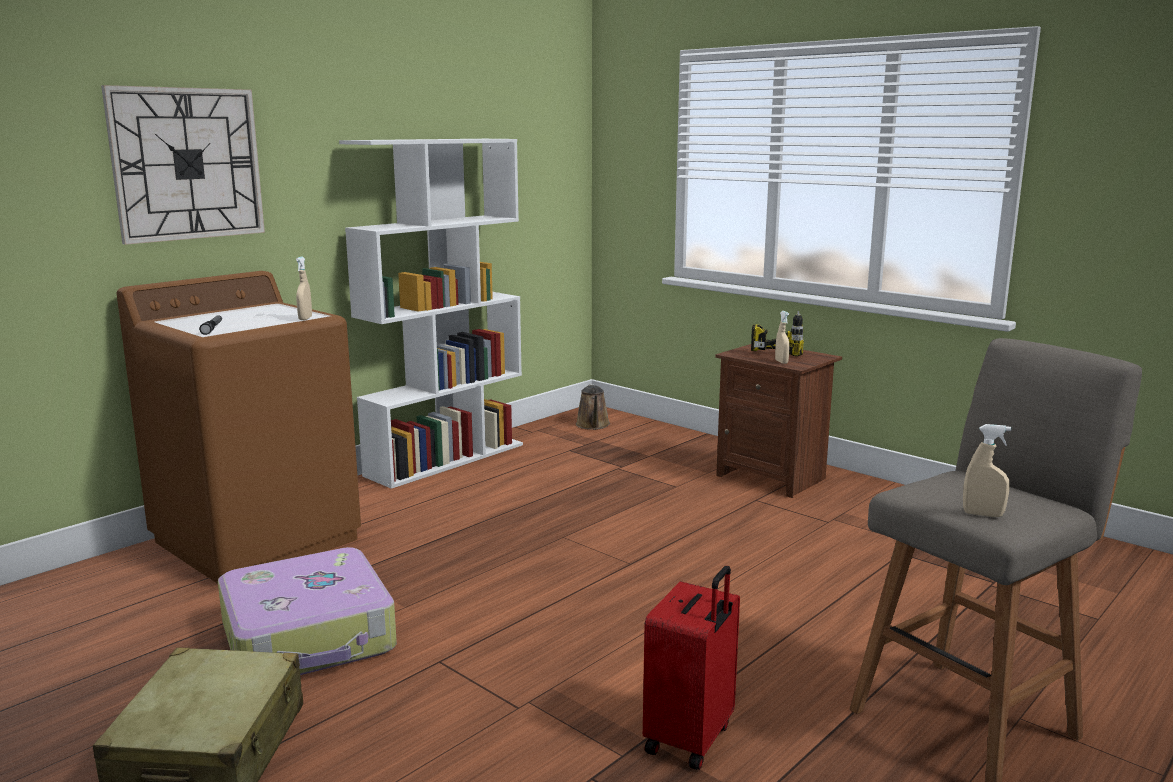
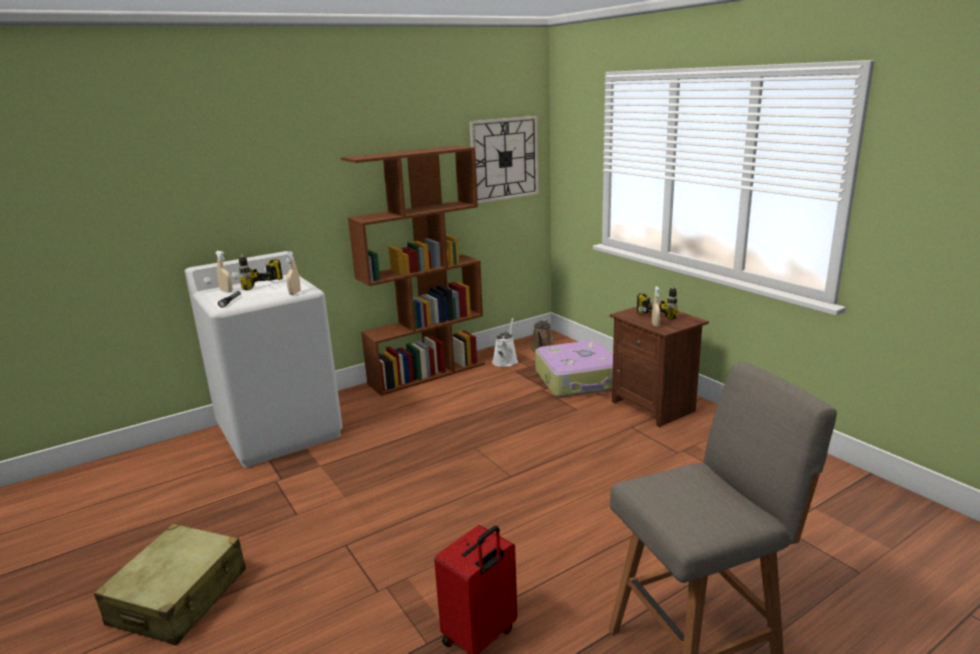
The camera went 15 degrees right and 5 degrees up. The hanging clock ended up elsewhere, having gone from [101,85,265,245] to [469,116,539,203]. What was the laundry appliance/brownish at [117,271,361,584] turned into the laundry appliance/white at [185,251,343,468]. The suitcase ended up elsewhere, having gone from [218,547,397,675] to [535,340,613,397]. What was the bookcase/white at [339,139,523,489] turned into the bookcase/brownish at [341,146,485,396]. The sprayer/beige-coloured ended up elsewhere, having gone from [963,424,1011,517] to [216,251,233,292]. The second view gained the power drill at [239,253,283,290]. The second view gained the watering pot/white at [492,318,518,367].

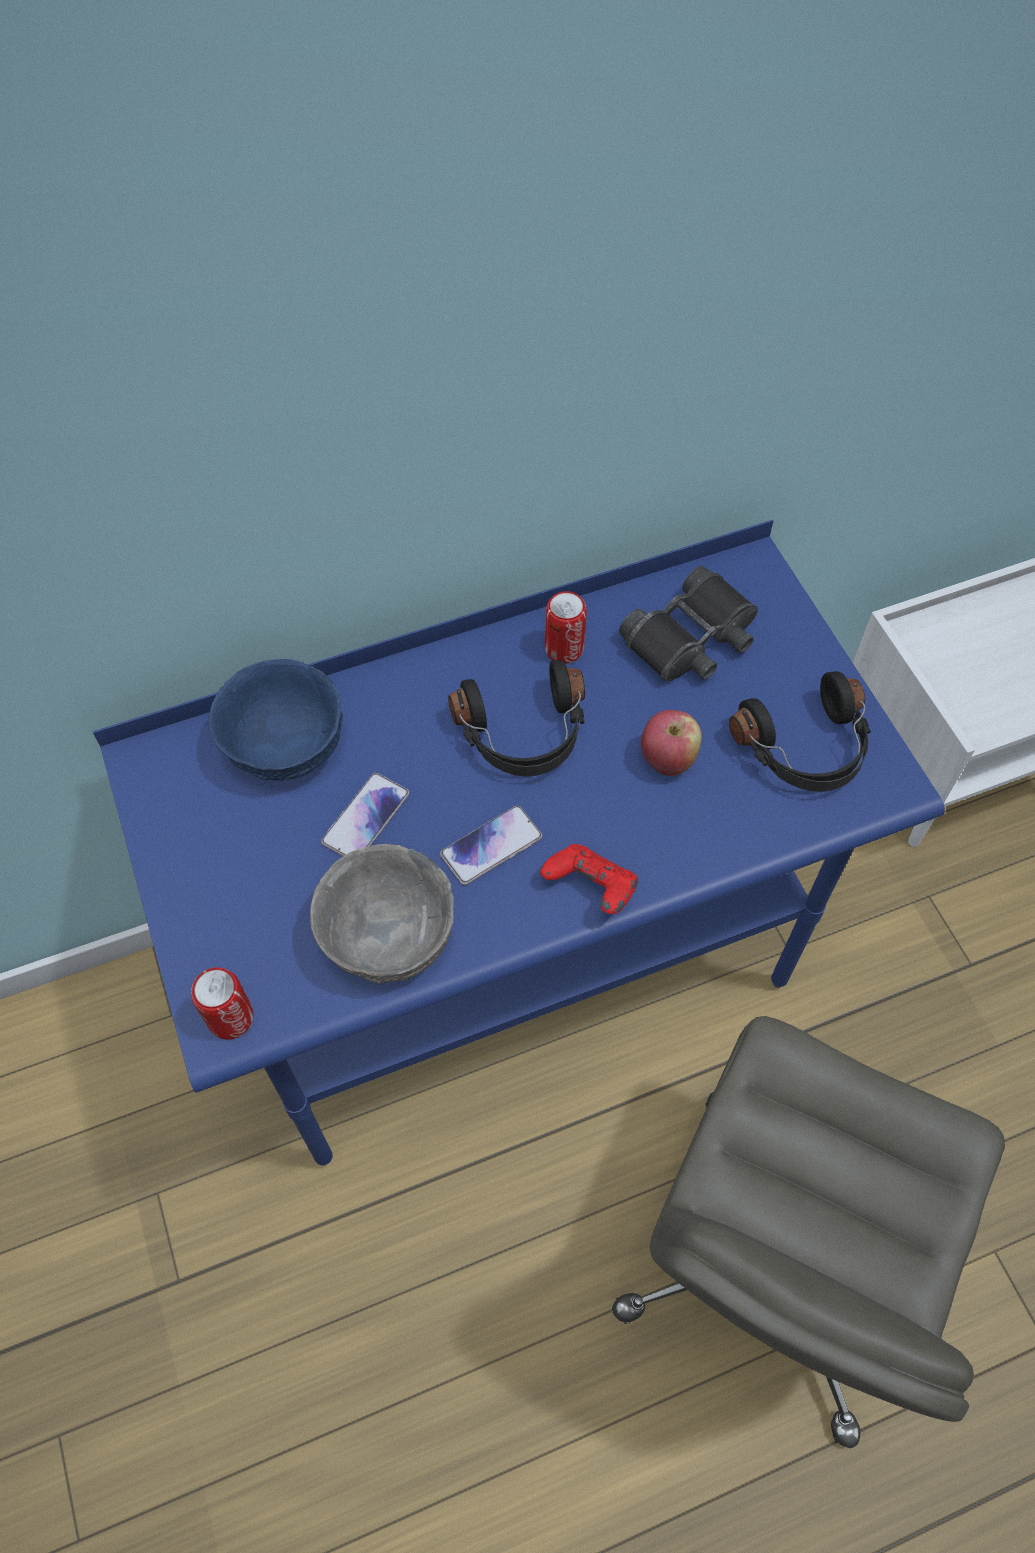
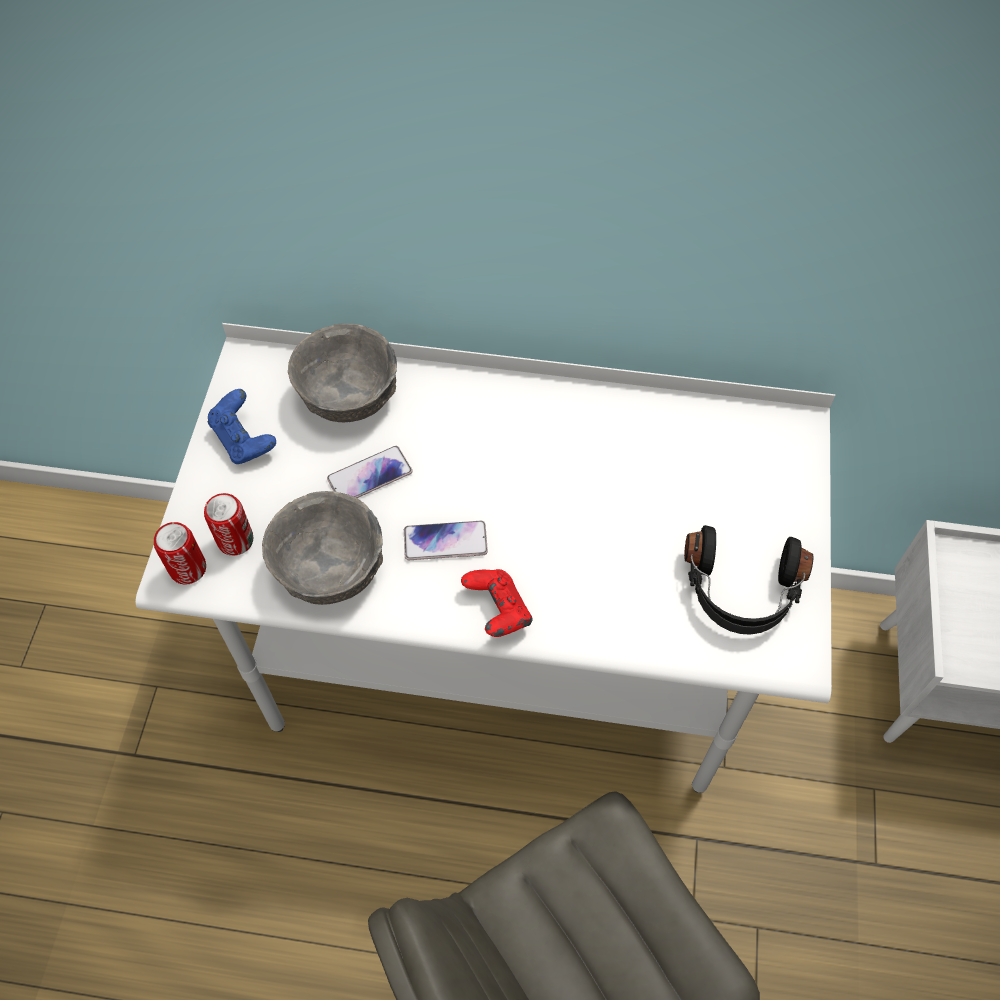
The camera went 30 degrees right and 0 degrees up. What was the desk/bluish at [93,520,945,1166] turned into the desk/white at [135,323,835,793]. What was the serving bowl/bluish at [209,659,343,781] turned into the serving bowl/gray at [288,323,397,422]. The second view lost the headphones/blackish at [448,660,585,777]. The metal can ended up elsewhere, having gone from [545,591,587,664] to [204,493,253,556]. The second view lost the field glasses/blackish at [619,566,758,681]. The second view lost the whole apple at [641,710,702,776]. The second view gained the joypad/bluish at [208,389,276,464].

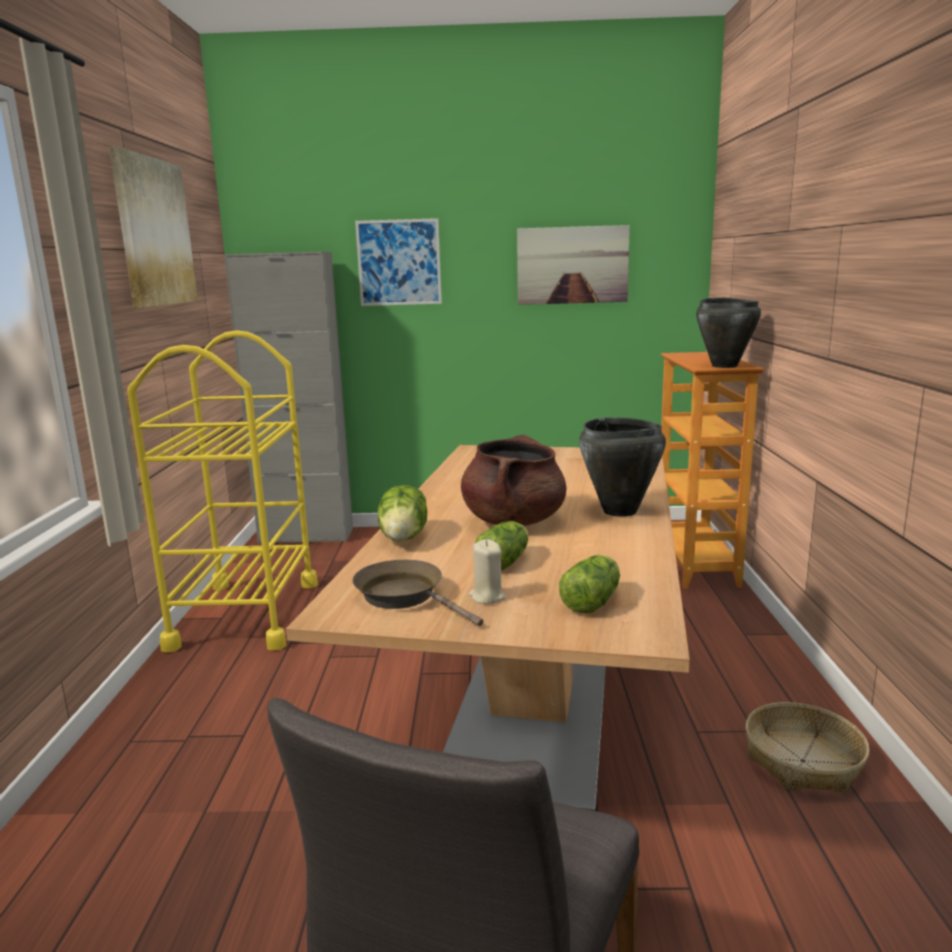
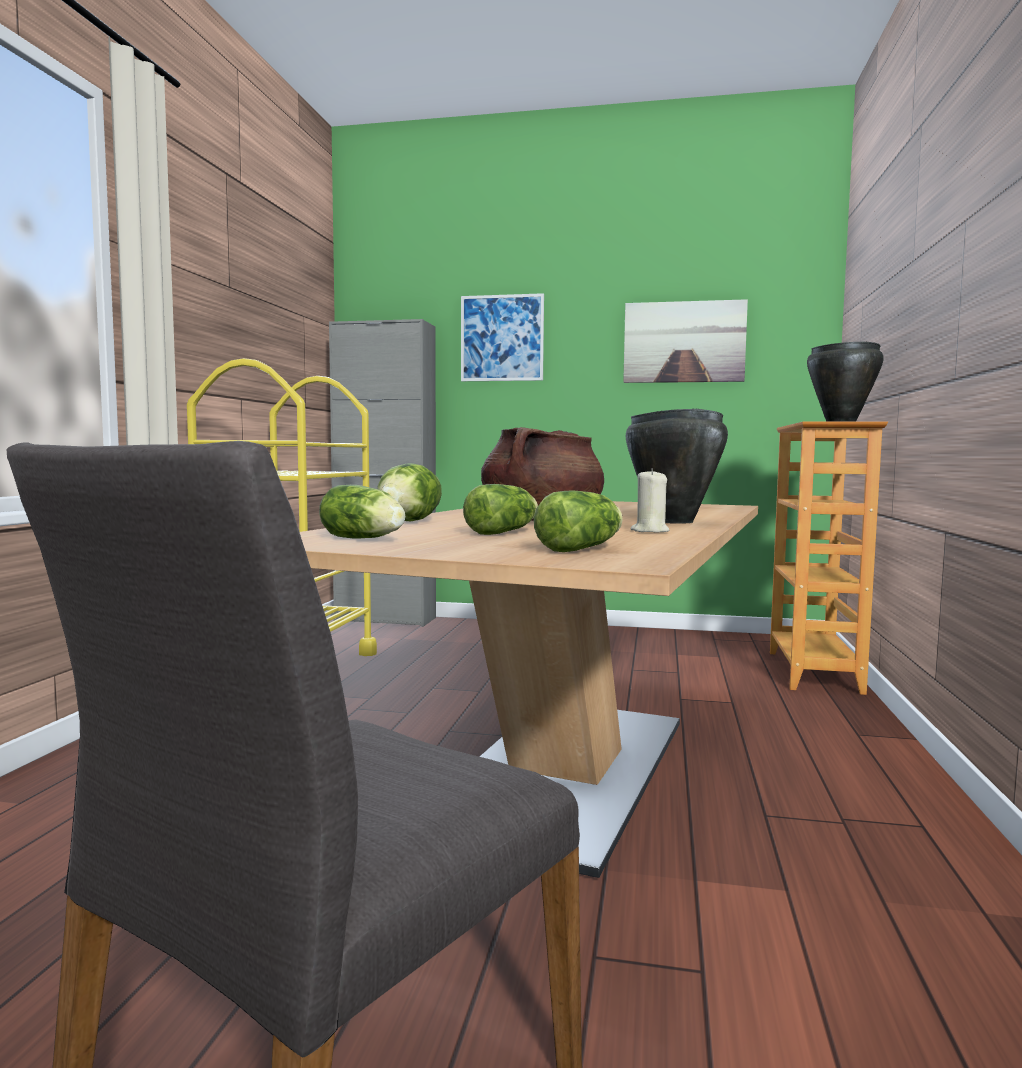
The camera went 10 degrees right and 10 degrees down. The second view lost the picture at [109,147,198,308]. Where the frying pan/brownish stood at [352,560,483,626], the lettuce head came to stand at [319,485,405,538]. The wax candle/beige-coloured ended up elsewhere, having gone from [469,540,506,604] to [631,468,669,533]. The second view lost the storage basket at [745,702,870,793].

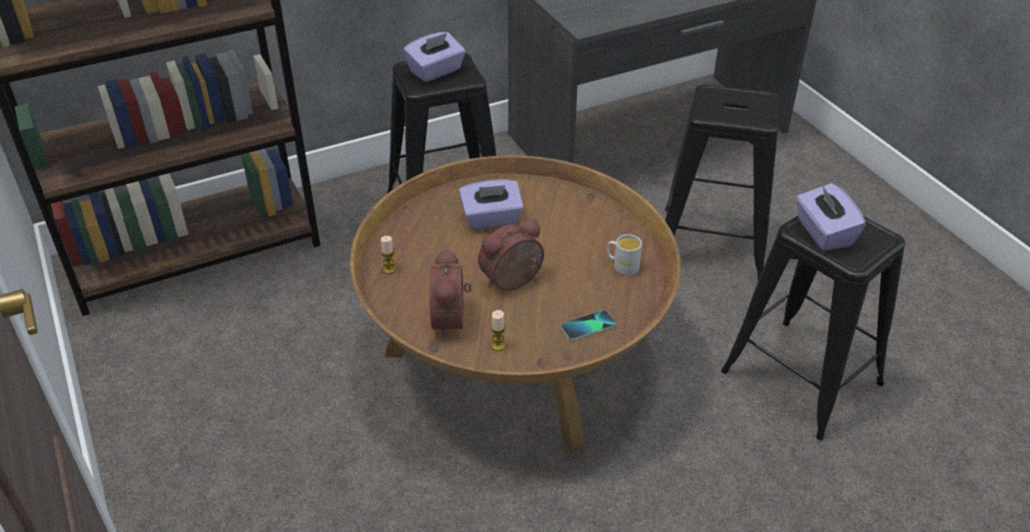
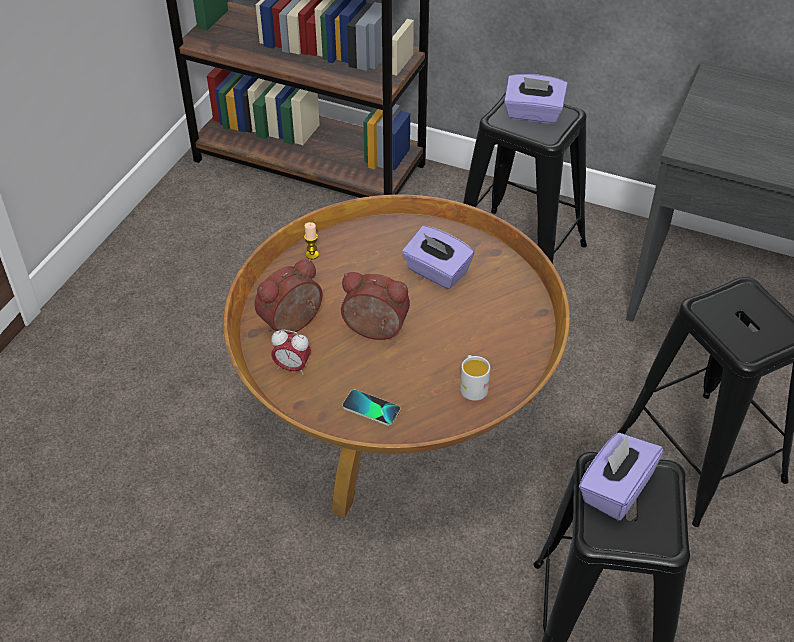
The camera went 50 degrees right and 5 degrees up. Where the wax candle stood at [491,310,506,351], the alarm clock came to stand at [271,329,311,375].

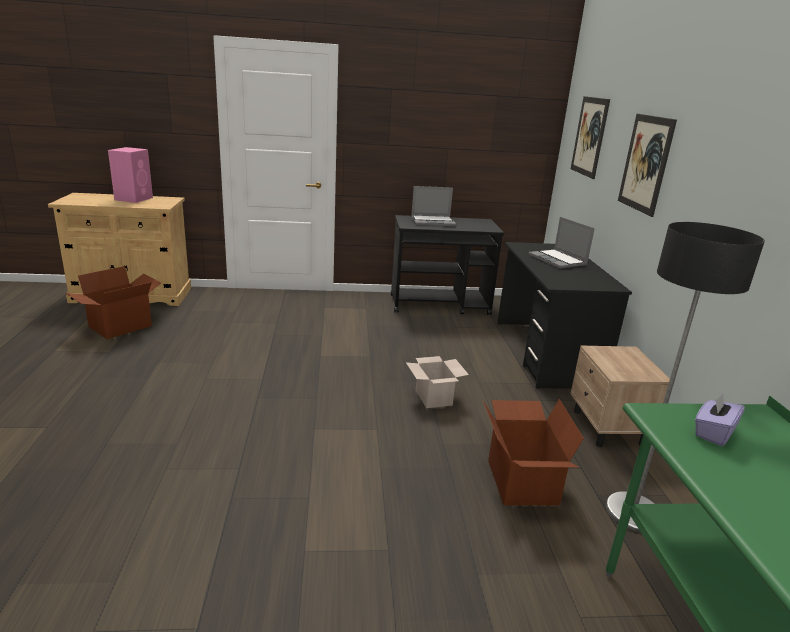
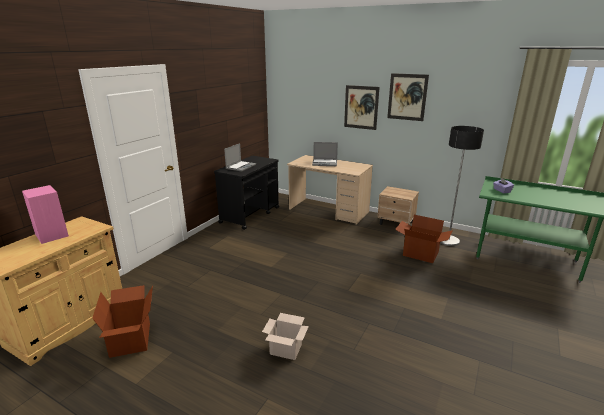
The camera went 55 degrees left and 0 degrees up. The packing box ended up elsewhere, having gone from [406,356,469,408] to [262,313,309,360]. What was the desk/blackish at [497,242,632,389] turned into the desk/beige-coloured at [287,155,373,225]. The picture ended up elsewhere, having gone from [571,96,610,179] to [387,73,429,121].

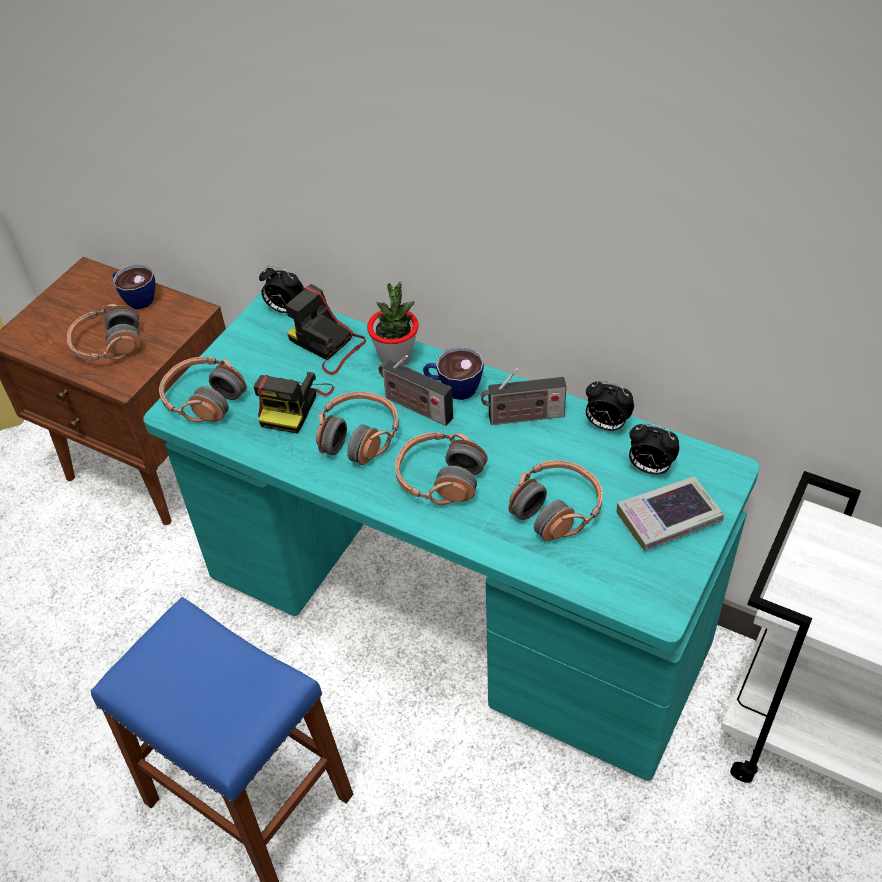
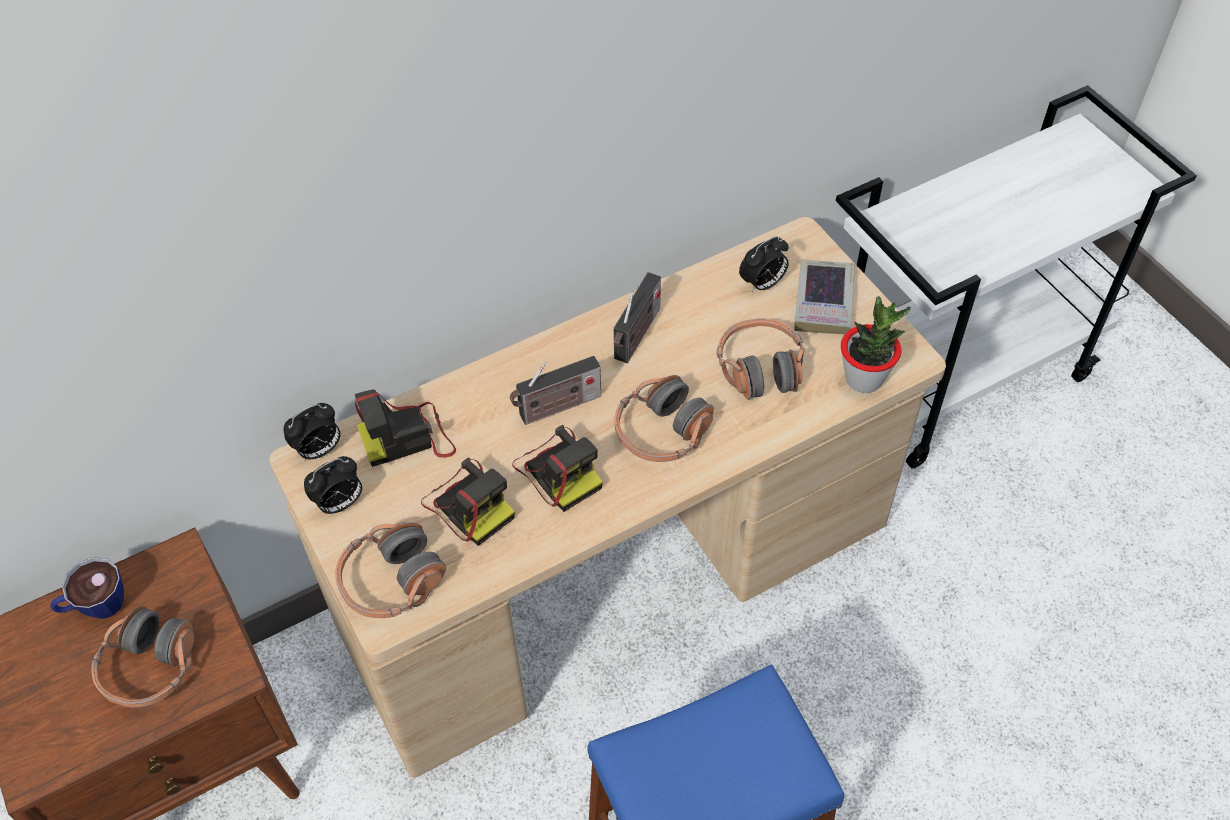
The camera went 60 degrees left and 5 degrees up. What was the desk/turquoise-coloured at [143,293,760,781] turned into the desk/beige-coloured at [269,217,946,778]. Where the headphones stood at [316,391,399,465], the still camera came to stand at [512,425,603,512]. The houseplant ended up elsewhere, having gone from [367,281,419,366] to [841,296,911,393]. The second view lost the cup at [423,347,484,400]. The alarm clock ended up elsewhere, having gone from [586,380,634,431] to [304,456,362,514].

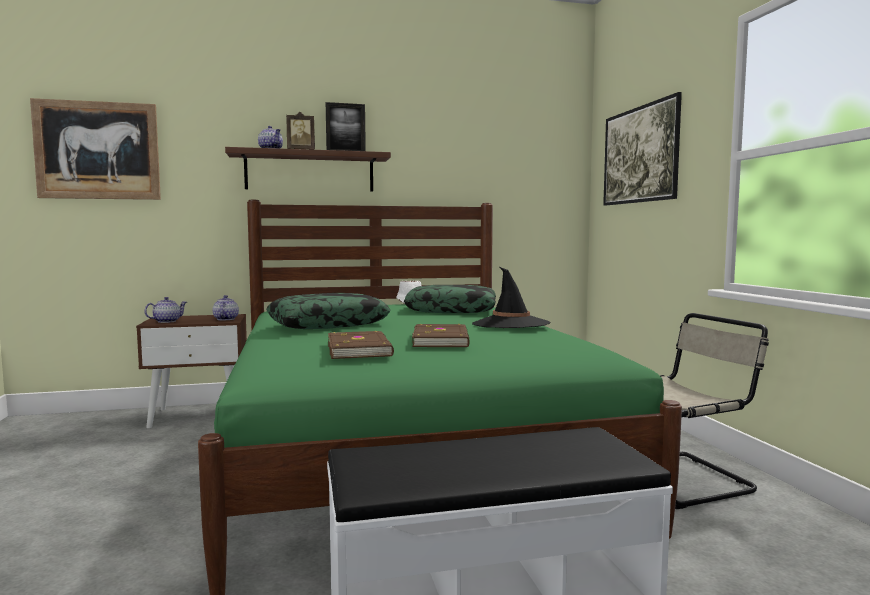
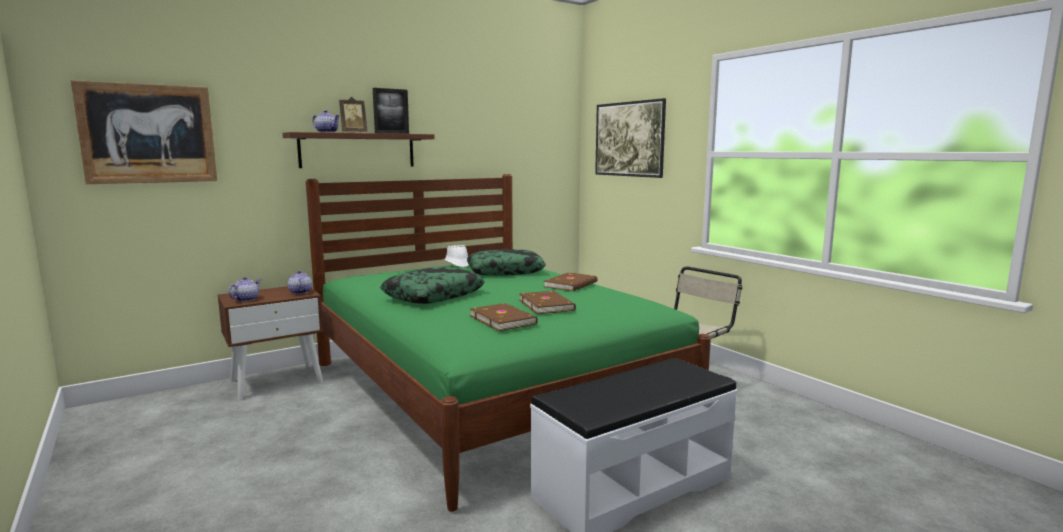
The camera went 20 degrees left and 5 degrees up. Where the hat/blackish stood at [472,267,550,328], the book/brownish came to stand at [544,272,598,291].

